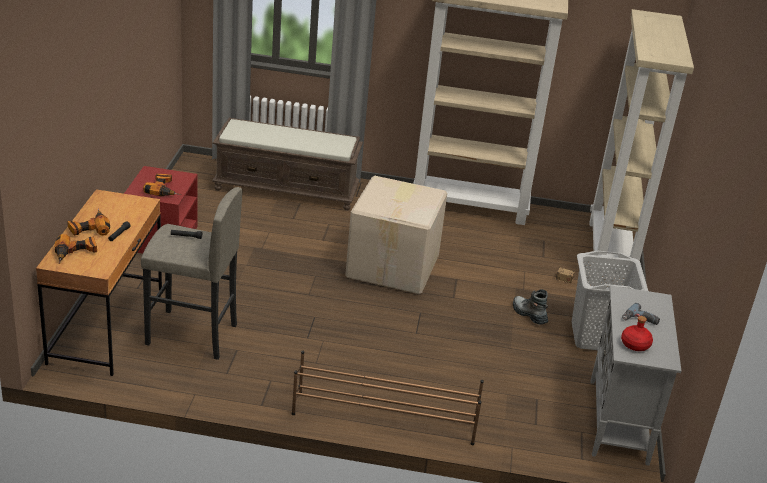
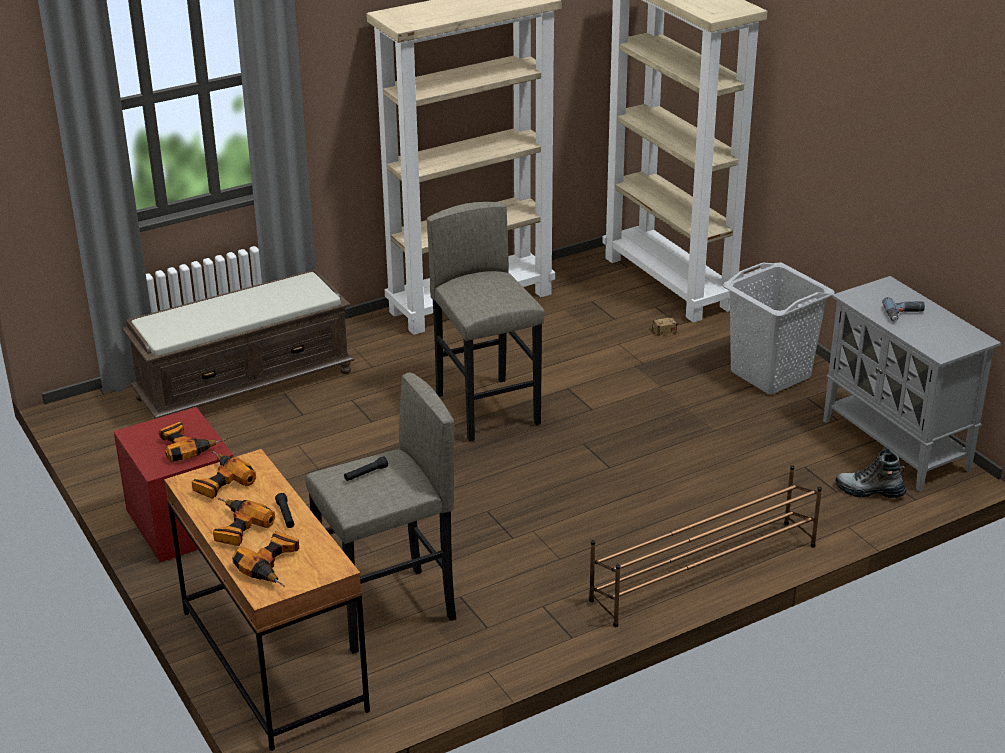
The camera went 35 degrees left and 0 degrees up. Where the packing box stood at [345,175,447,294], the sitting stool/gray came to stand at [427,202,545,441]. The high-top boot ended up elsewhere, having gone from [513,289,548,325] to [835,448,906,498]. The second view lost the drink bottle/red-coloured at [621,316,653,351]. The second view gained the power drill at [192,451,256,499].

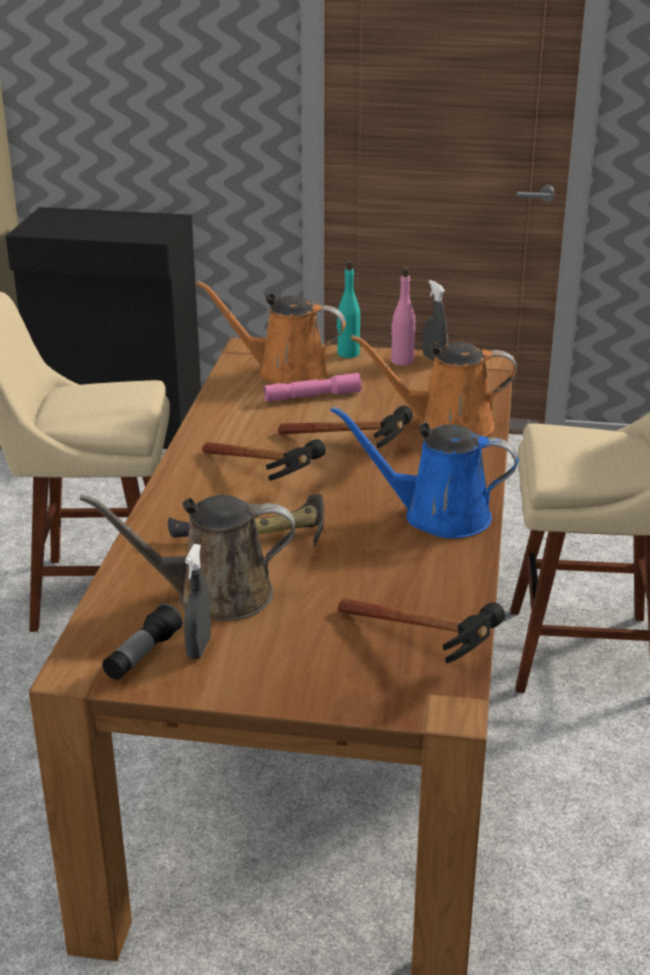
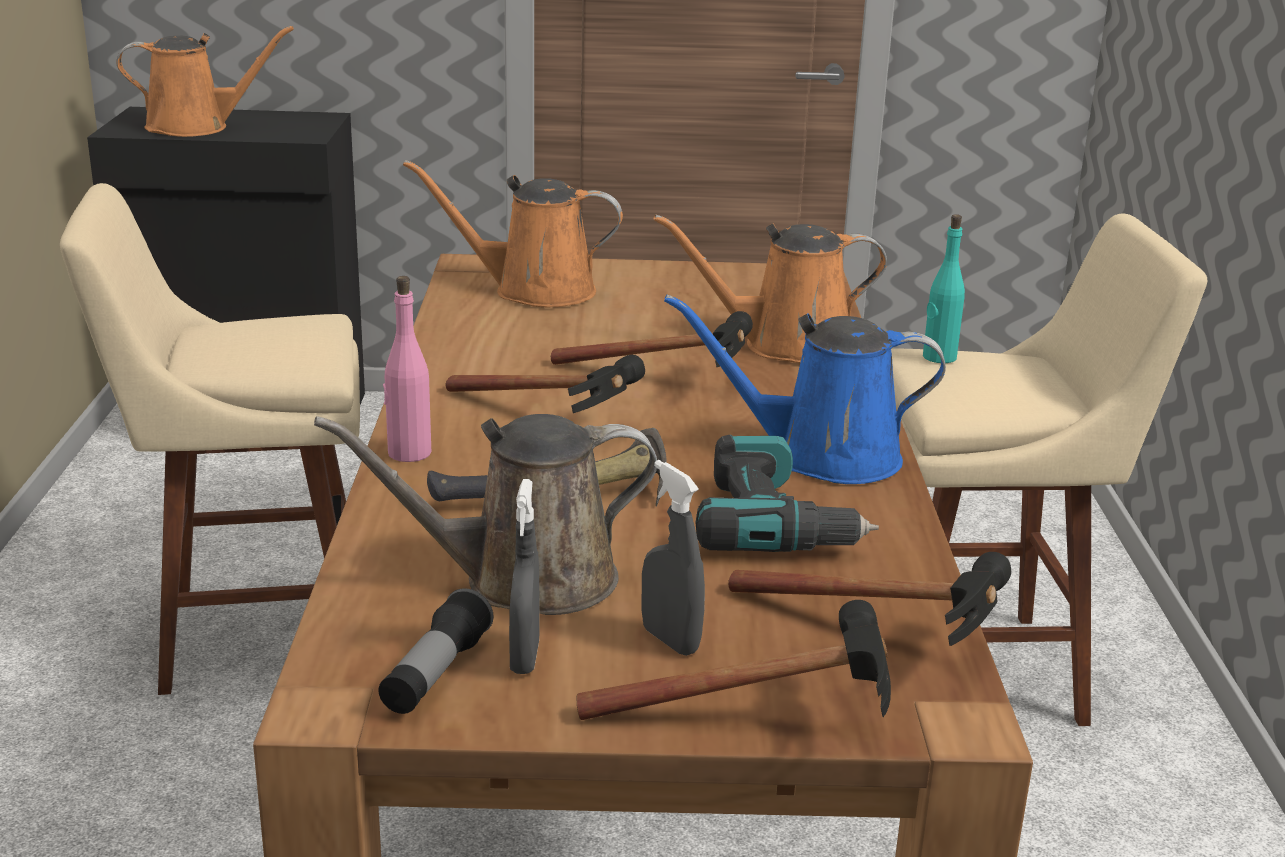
The camera went 10 degrees left and 5 degrees down. The second view lost the flashlight/pinkish at [264,373,362,402]. The drink bottle/turquoise-coloured ended up elsewhere, having gone from [337,261,360,358] to [923,214,965,363]. The drink bottle/pinkish ended up elsewhere, having gone from [391,267,416,366] to [383,276,431,462]. The sprayer/gray ended up elsewhere, having gone from [423,280,447,361] to [641,460,705,656]. The second view gained the watering pot/orange-coloured at [116,26,294,137]. The second view gained the tool hammer at [577,600,891,720]. The second view gained the power drill at [696,434,879,552].

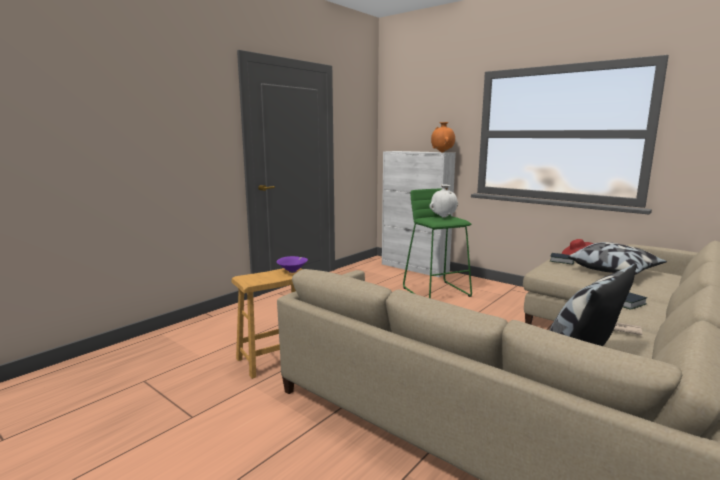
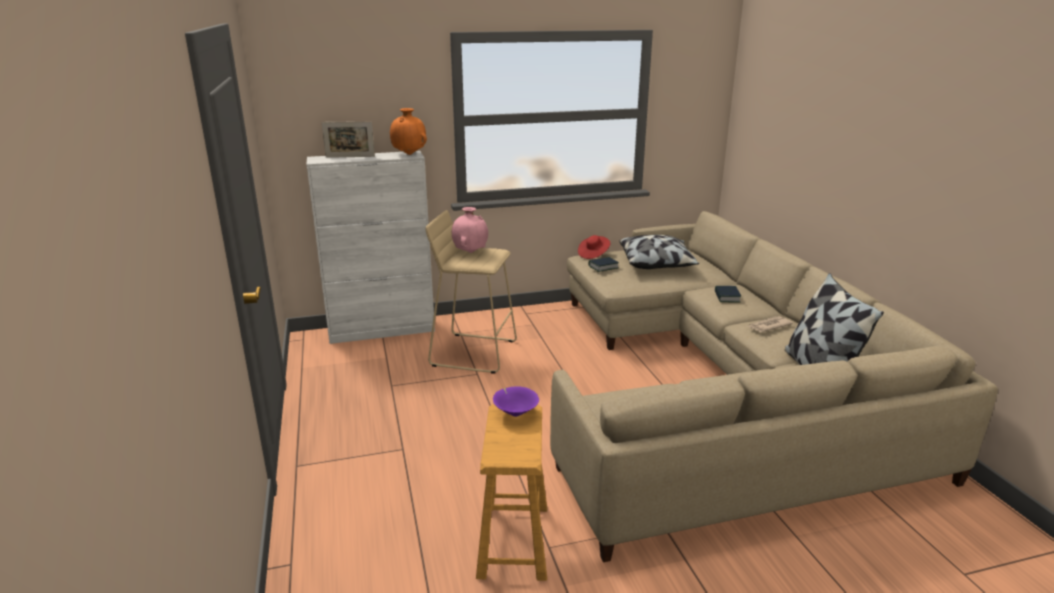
The camera went 55 degrees left and 10 degrees up. What was the sitting stool/green at [403,188,472,298] turned into the sitting stool/beige-coloured at [426,210,517,374]. What was the vase/white at [430,184,458,218] turned into the vase/pinkish at [452,207,488,253]. The second view gained the picture frame at [322,121,375,158].

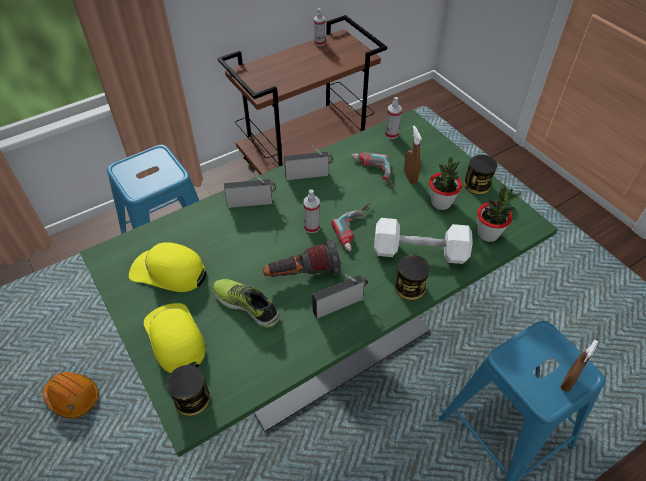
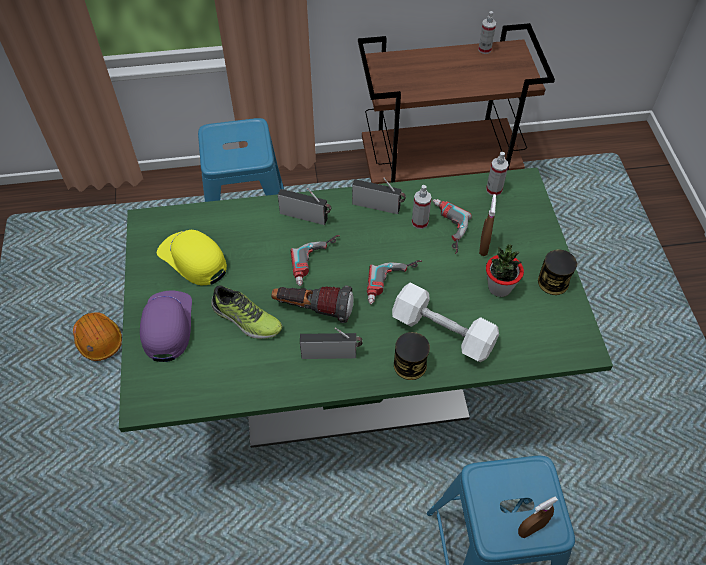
The camera went 25 degrees right and 5 degrees up. What was the peaked cap/yellowish at [144,303,205,373] turned into the peaked cap/purplish at [140,290,192,362]. The second view lost the metal can at [167,365,210,416]. The low shoe at [213,279,280,328] ended up facing another way, 150 degrees clockwise from before. The sprayer ended up elsewhere, having gone from [303,190,320,233] to [412,185,432,229]. The second view lost the houseplant at [477,184,521,242]. The second view gained the power drill at [291,235,340,286].

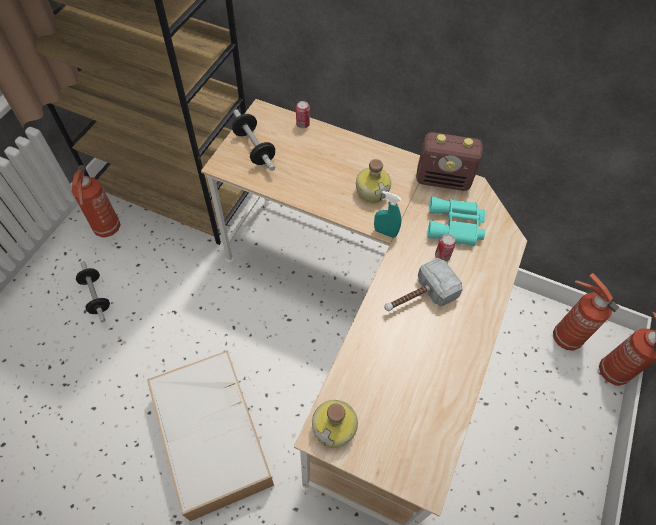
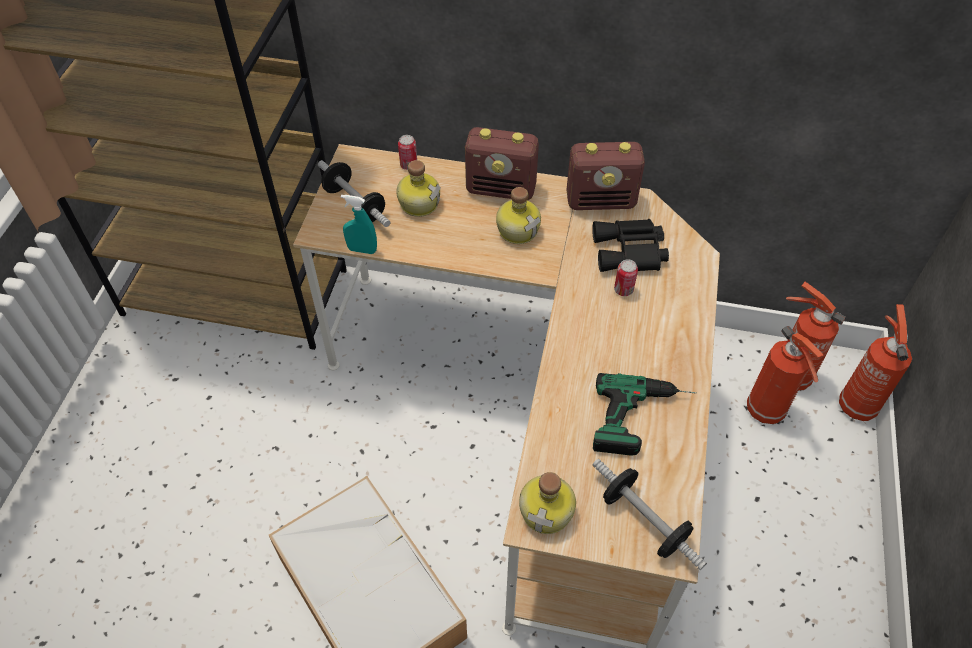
The camera went 10 degrees left and 5 degrees down. The extinguisher ended up elsewhere, having gone from [72,165,121,237] to [747,326,824,424]. The hand weight ended up elsewhere, having gone from [76,261,110,323] to [593,459,707,570]. The sprayer/turquoise-coloured ended up elsewhere, having gone from [374,191,402,238] to [341,195,377,254]. The second view lost the tool hammer at [384,258,463,312]. What was the field glasses/turquoise-coloured at [427,197,485,246] turned into the field glasses/blackish at [592,219,669,272]. The second view gained the drink bottle at [396,160,441,217]. The second view gained the radio set at [465,127,539,200]. The second view gained the power drill at [593,373,697,456].

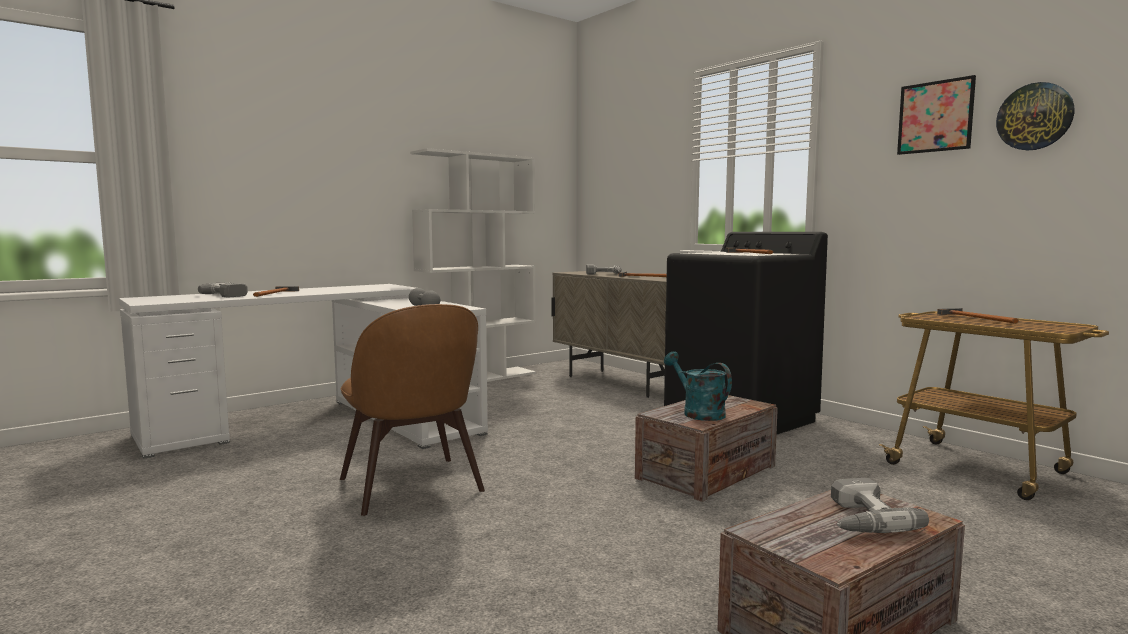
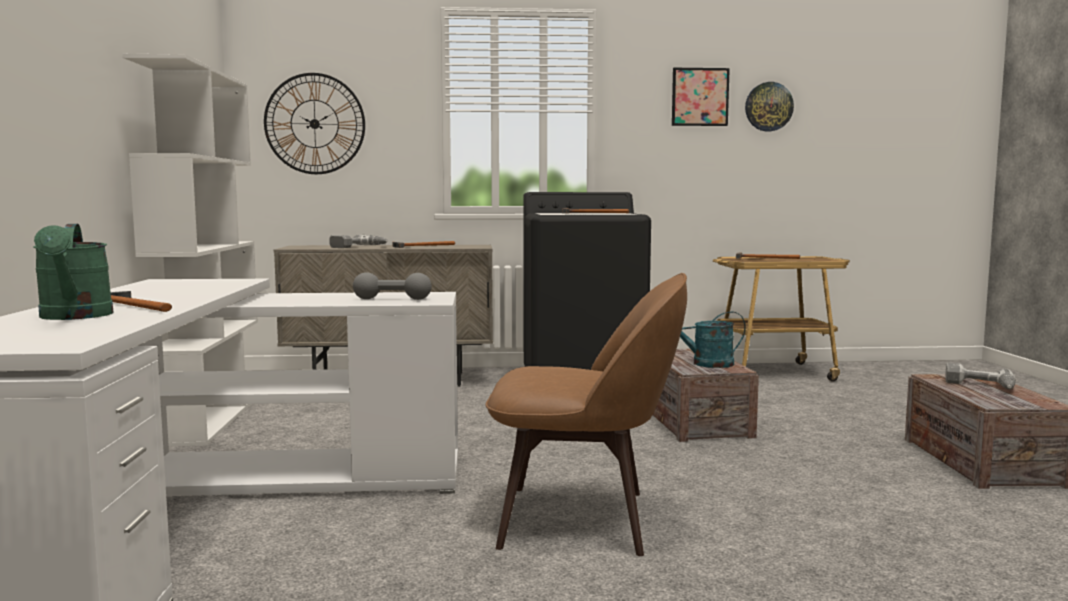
The camera went 55 degrees left and 0 degrees up. Where the power drill stood at [198,282,248,297], the watering pot/green came to stand at [33,224,113,320]. The second view gained the hanging clock at [264,73,365,174].

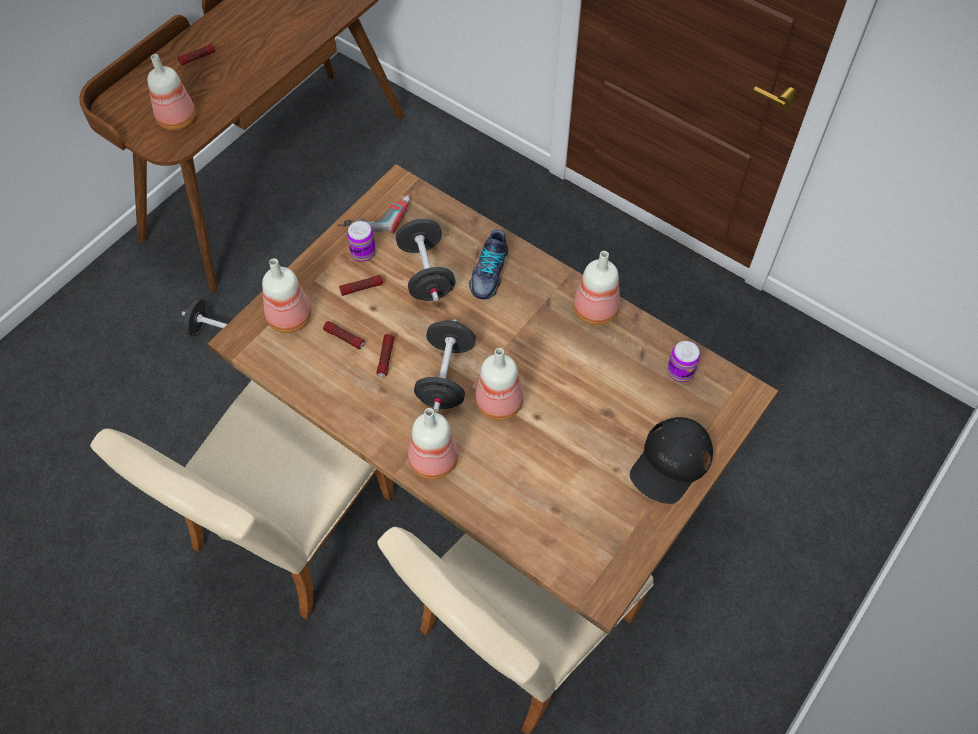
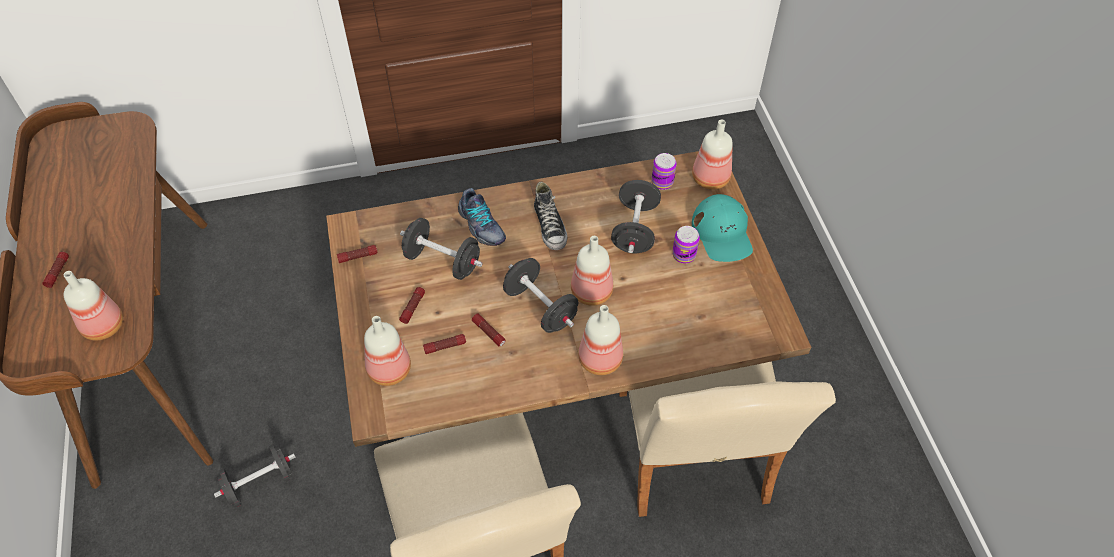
The camera went 50 degrees left and 5 degrees down. Where the power drill stood at [337,195,410,234], the flashlight came to stand at [337,245,378,263]. The metal can ended up elsewhere, having gone from [347,221,376,262] to [672,226,700,264]. The drink bottle ended up elsewhere, having gone from [573,251,620,325] to [692,119,733,190]. What was the peaked cap/blackish at [630,417,713,504] turned into the peaked cap/turquoise-coloured at [692,194,753,262]. The second view gained the low shoe at [534,182,567,250]. The second view gained the hand weight/blackish at [611,180,661,253].

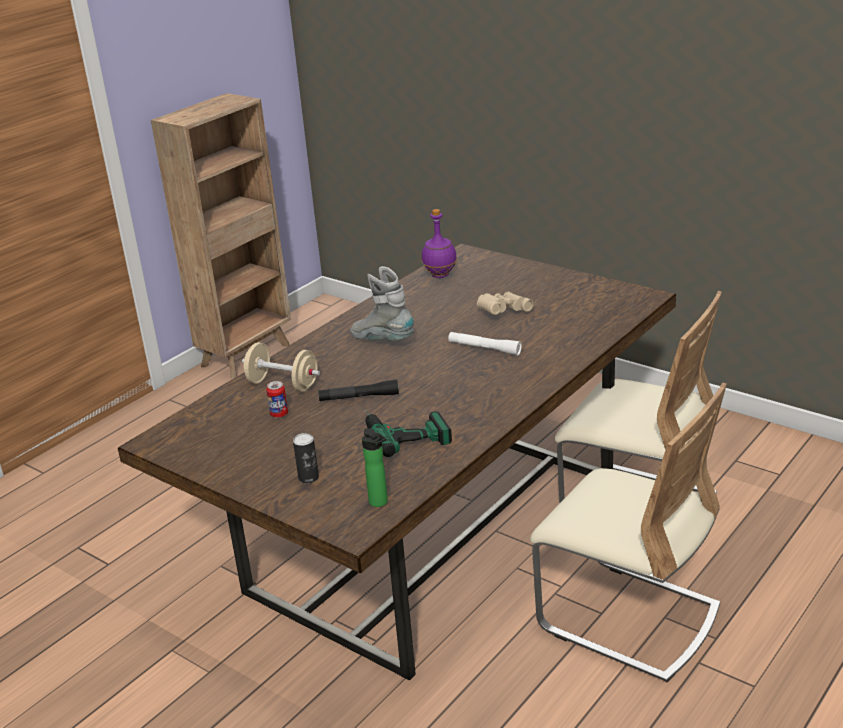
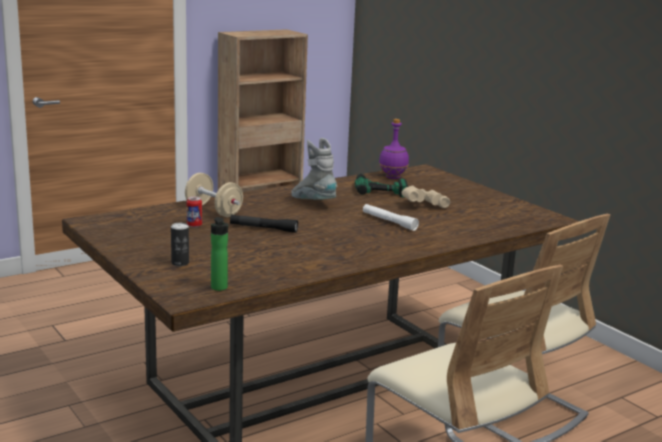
The camera went 15 degrees right and 10 degrees down. The power drill ended up elsewhere, having gone from [365,409,452,457] to [355,173,408,198].

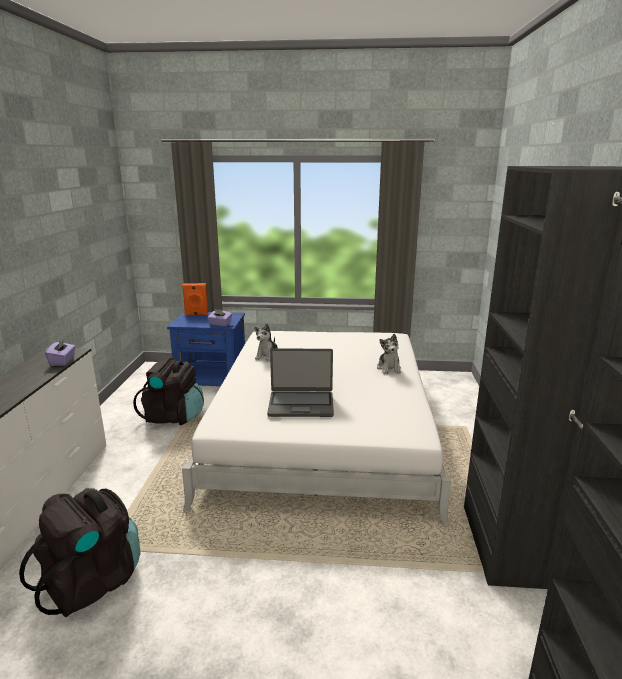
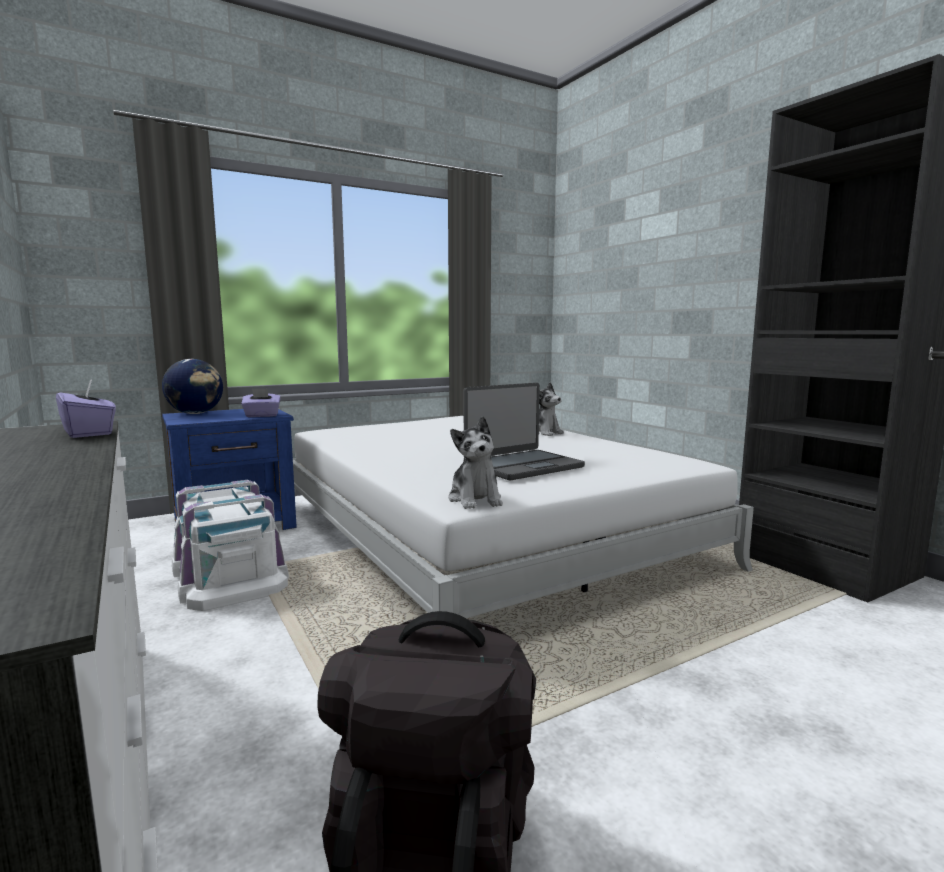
The camera went 35 degrees left and 10 degrees down. Where the knapsack/blackish stood at [133,358,204,425], the storage container/white came to stand at [172,480,289,611]. Where the audio speaker/orange-coloured stood at [182,283,208,316], the globe came to stand at [162,359,223,414]. The cuddly toy ended up elsewhere, having gone from [254,323,278,362] to [449,416,503,509].

